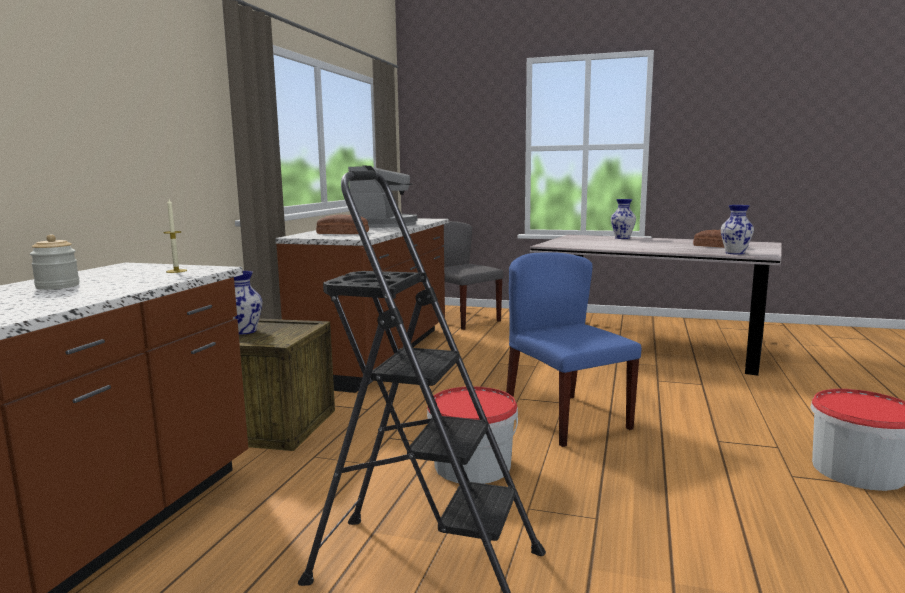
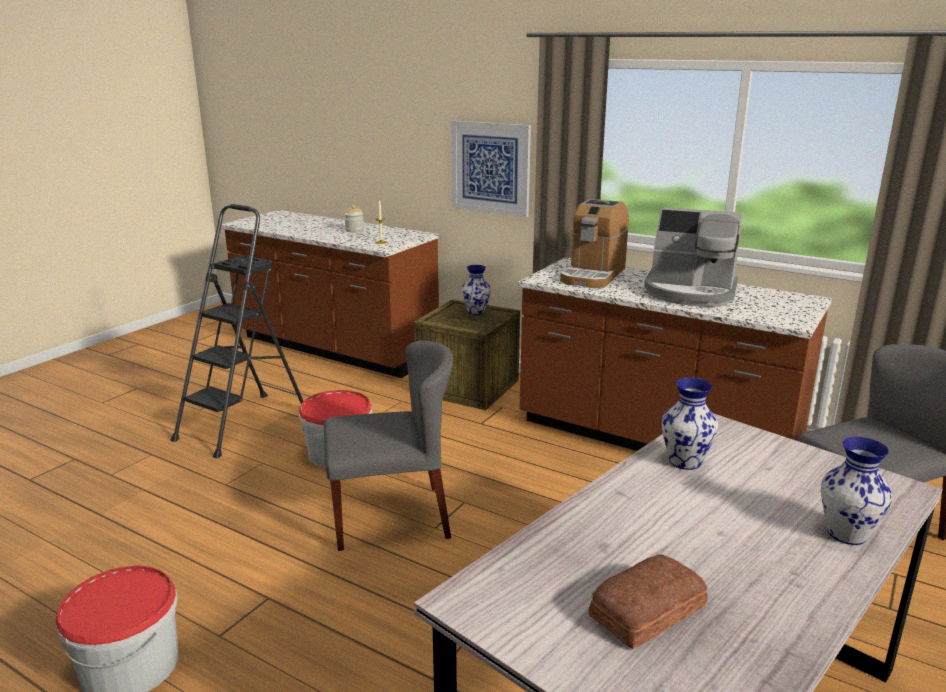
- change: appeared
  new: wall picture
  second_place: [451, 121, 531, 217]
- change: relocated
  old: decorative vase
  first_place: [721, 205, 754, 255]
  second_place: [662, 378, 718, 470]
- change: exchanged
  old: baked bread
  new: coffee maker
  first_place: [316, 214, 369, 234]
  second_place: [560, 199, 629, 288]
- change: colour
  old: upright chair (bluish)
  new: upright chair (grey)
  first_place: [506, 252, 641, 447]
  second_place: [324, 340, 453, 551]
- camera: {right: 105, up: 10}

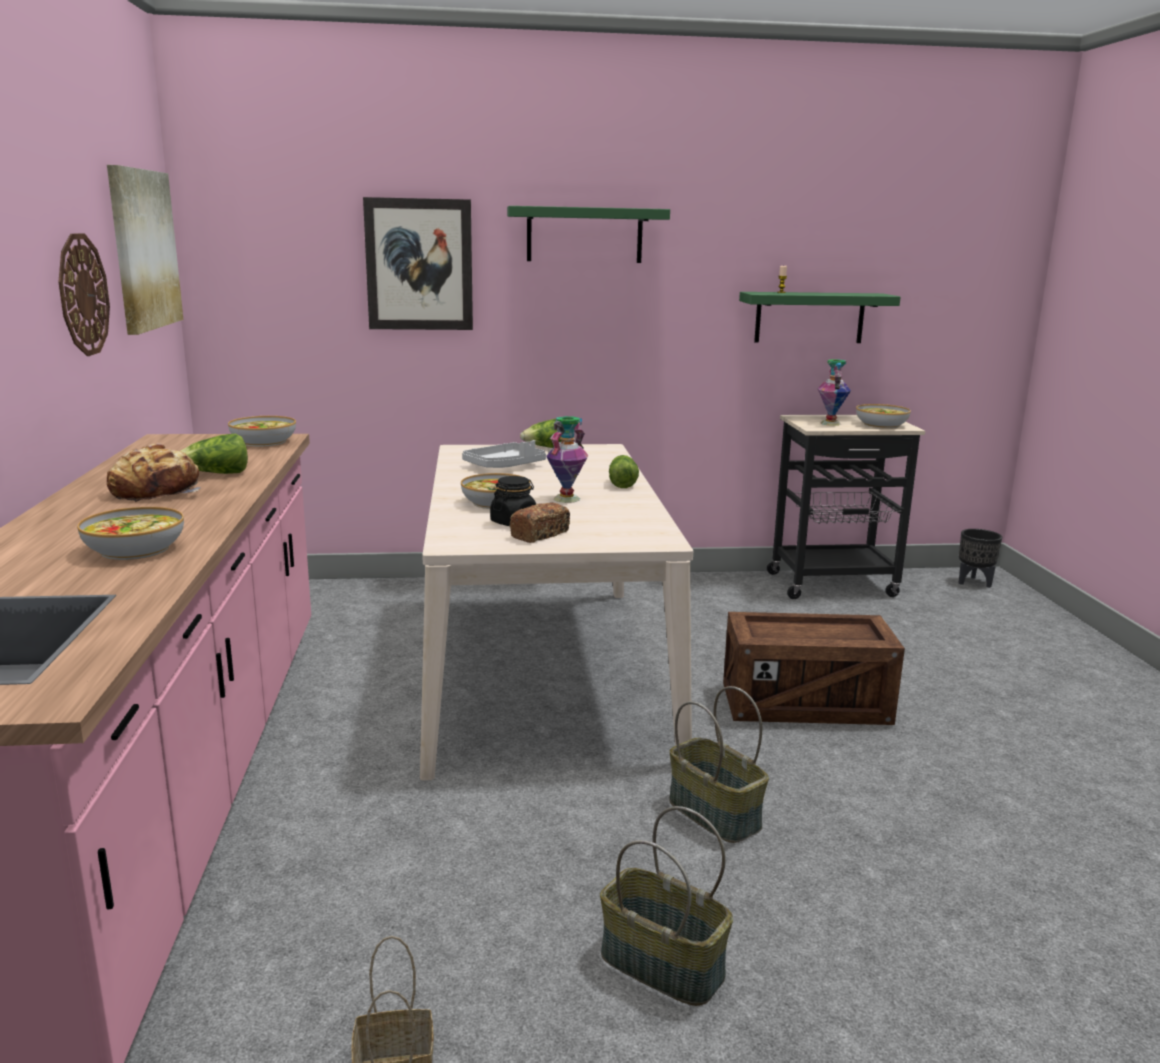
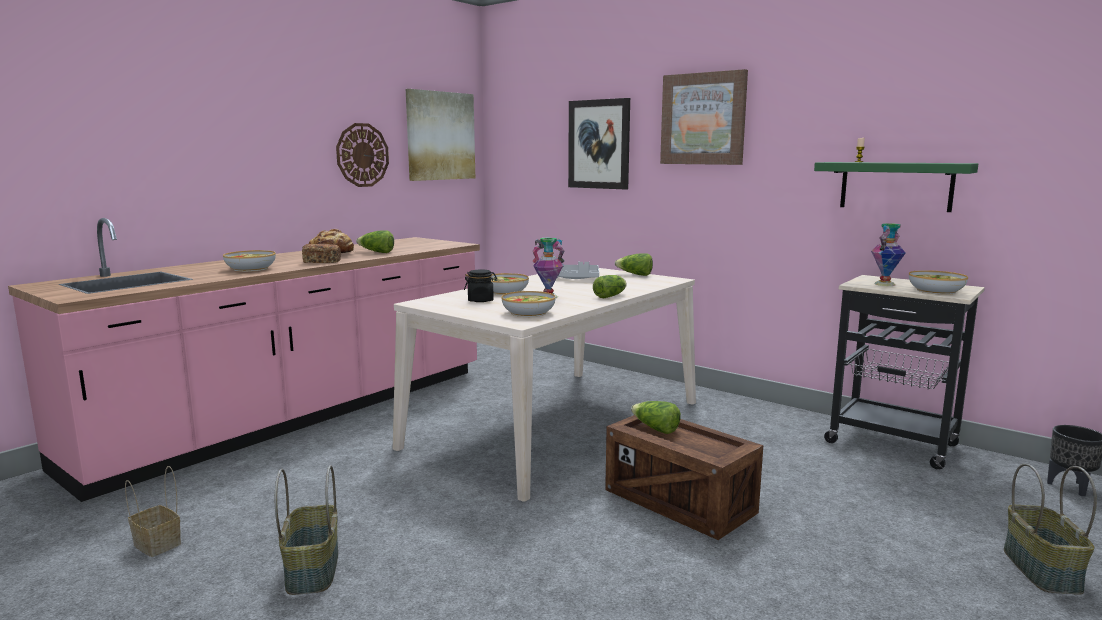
- change: appeared
  new: lettuce
  second_place: [631, 401, 681, 434]
- change: relocated
  old: bowl
  first_place: [228, 416, 296, 447]
  second_place: [501, 291, 556, 317]
- change: relocated
  old: baked bread
  first_place: [510, 502, 570, 543]
  second_place: [302, 244, 341, 263]
- change: relocated
  old: household basket
  first_place: [669, 686, 769, 843]
  second_place: [1004, 464, 1097, 595]
- change: exchanged
  old: shelf (green)
  new: wall picture
  first_place: [507, 206, 670, 263]
  second_place: [660, 69, 748, 165]
- camera: {right: 45, up: -5}

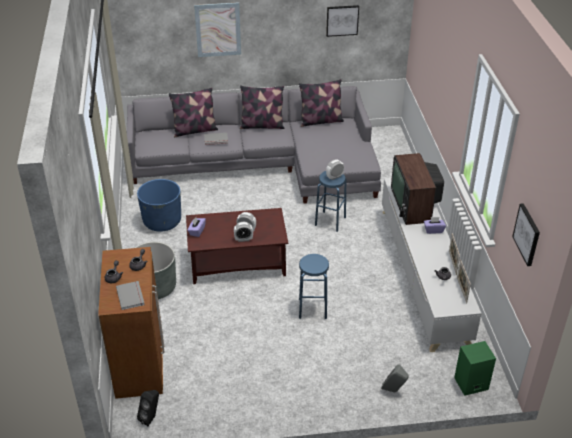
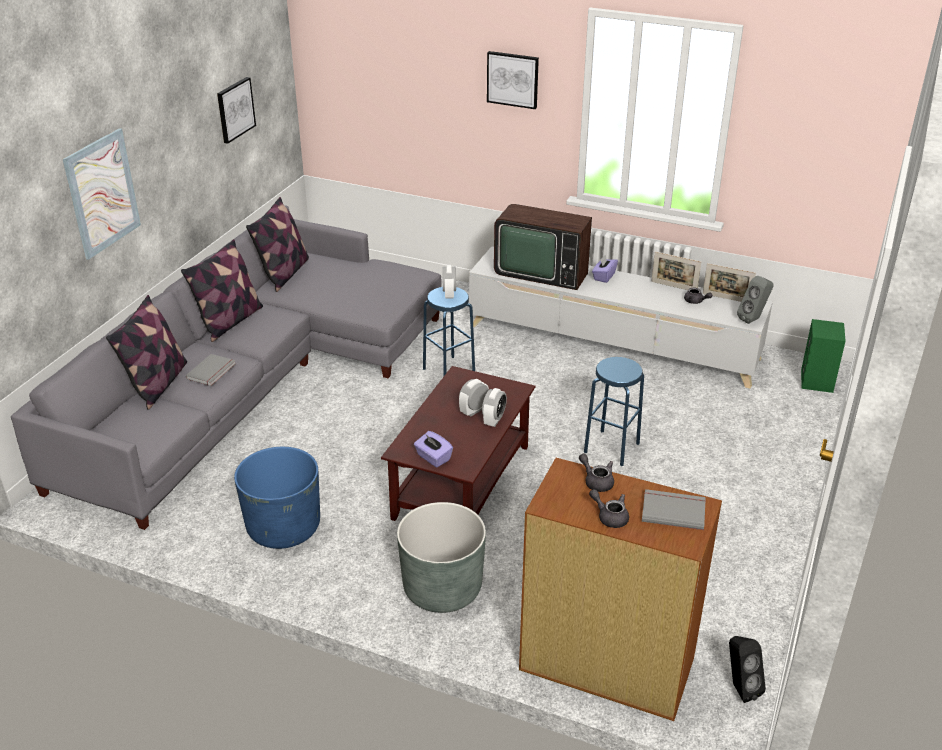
- change: relocated
  old: loudspeaker (grey)
  first_place: [381, 365, 409, 393]
  second_place: [737, 276, 774, 324]
- change: relocated
  old: wall picture
  first_place: [512, 203, 540, 266]
  second_place: [487, 51, 539, 109]
- camera: {right: -60, up: -5}

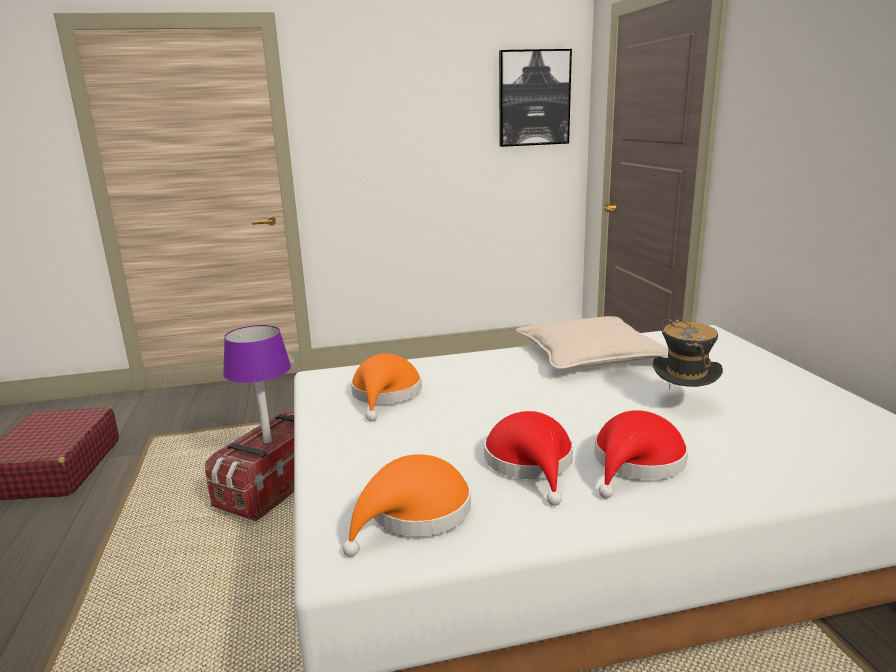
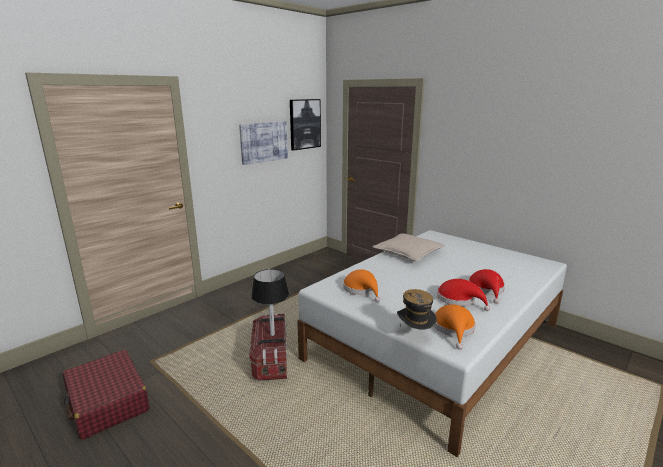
- change: appeared
  new: wall picture
  second_place: [239, 121, 288, 165]
- change: relocated
  old: hat
  first_place: [653, 319, 723, 390]
  second_place: [397, 289, 437, 330]
- change: colour
  old: lamp for a table (purplish)
  new: lamp for a table (black-coloured)
  first_place: [223, 325, 291, 443]
  second_place: [251, 269, 289, 336]
- camera: {right: -35, up: 0}

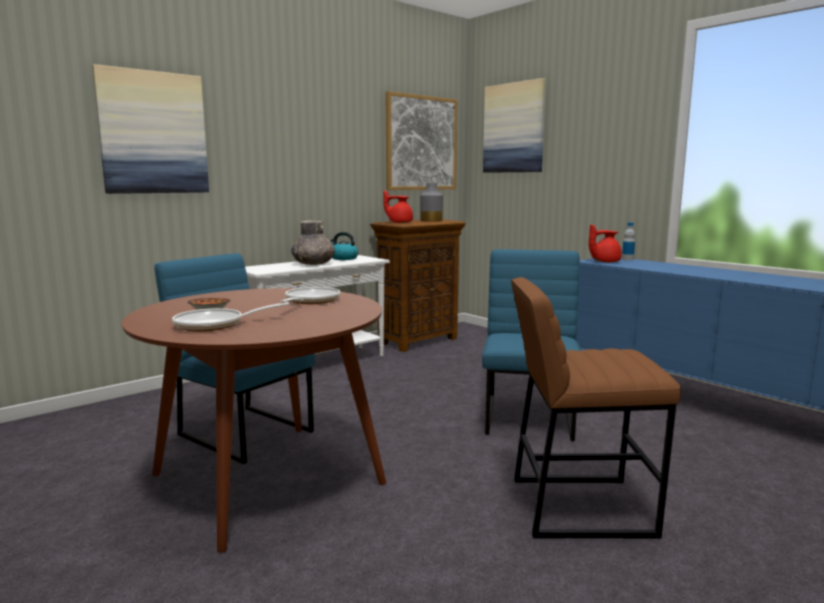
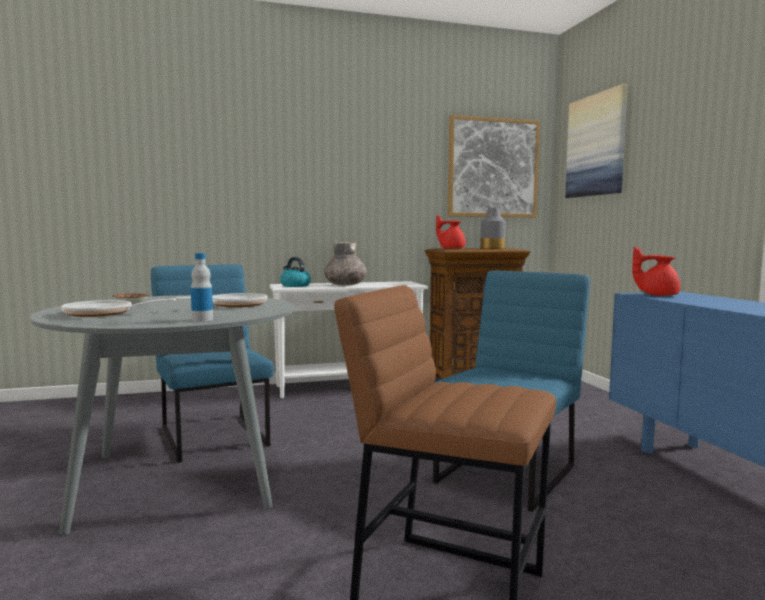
- change: missing
  old: wall picture
  first_place: [92, 64, 209, 194]
- change: relocated
  old: kettle
  first_place: [330, 232, 358, 260]
  second_place: [280, 257, 311, 287]
- change: relocated
  old: drink bottle
  first_place: [622, 222, 635, 260]
  second_place: [191, 253, 213, 322]
- change: colour
  old: kitchen table (brown-coloured)
  new: kitchen table (grey)
  first_place: [122, 288, 386, 552]
  second_place: [30, 295, 294, 535]
- camera: {right: 25, up: -5}

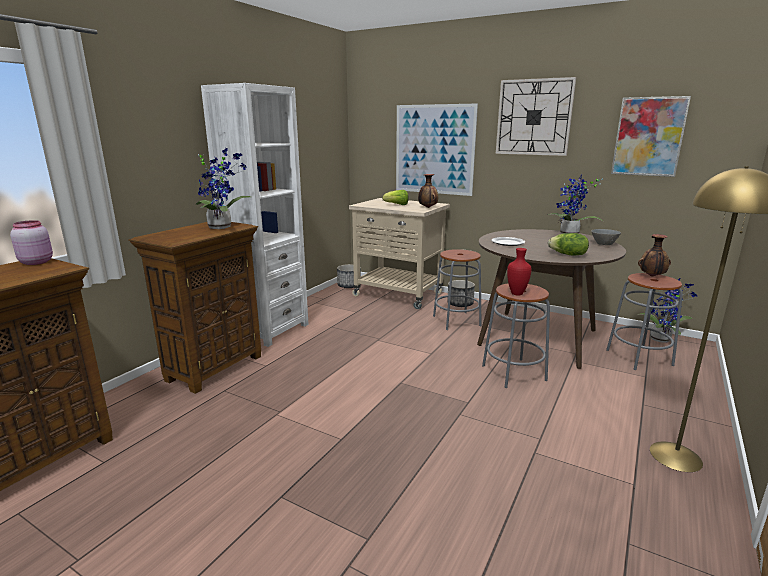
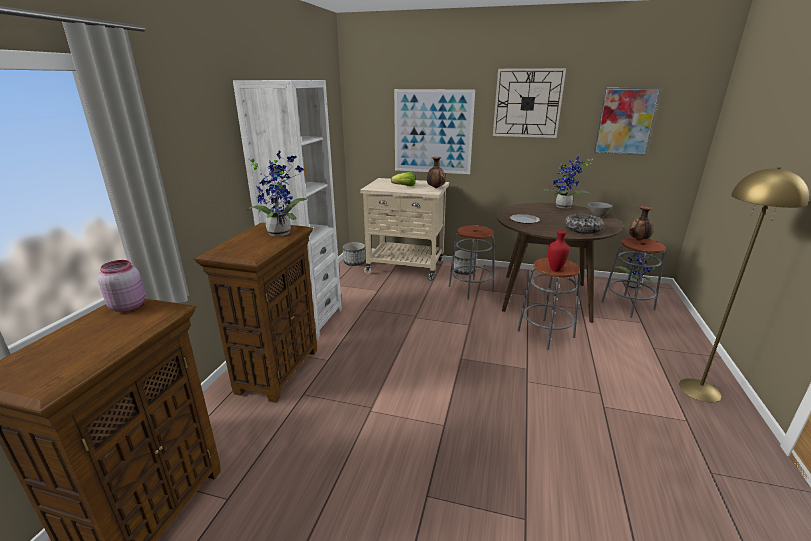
- change: exchanged
  old: lettuce
  new: bowl
  first_place: [548, 233, 589, 256]
  second_place: [564, 214, 604, 234]
- camera: {right: -15, up: 5}

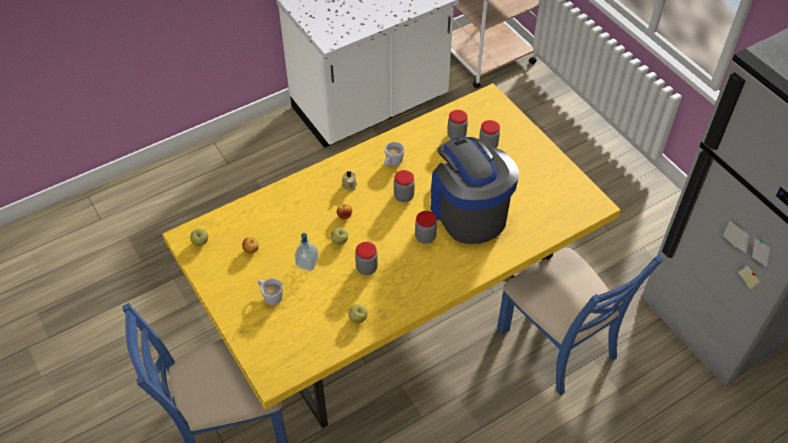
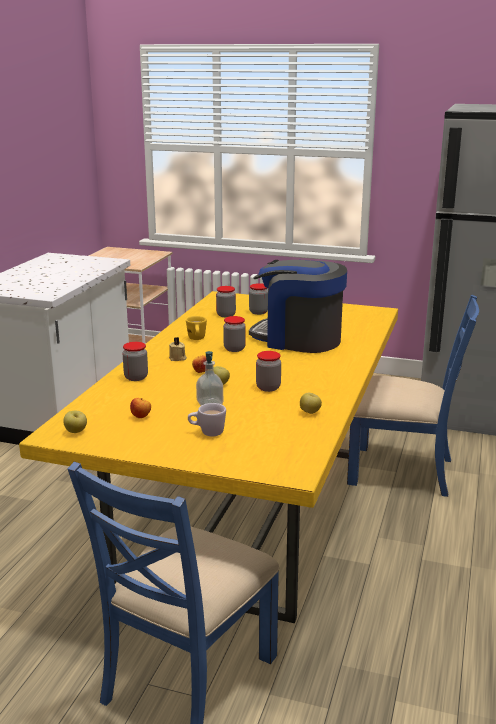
- change: relocated
  old: preserve jar
  first_place: [415, 211, 437, 244]
  second_place: [122, 342, 148, 381]
- change: colour
  old: coffee mug (whitish)
  new: coffee mug (yellow-coloured)
  first_place: [384, 142, 404, 167]
  second_place: [186, 316, 207, 340]
- camera: {right: -40, up: -30}

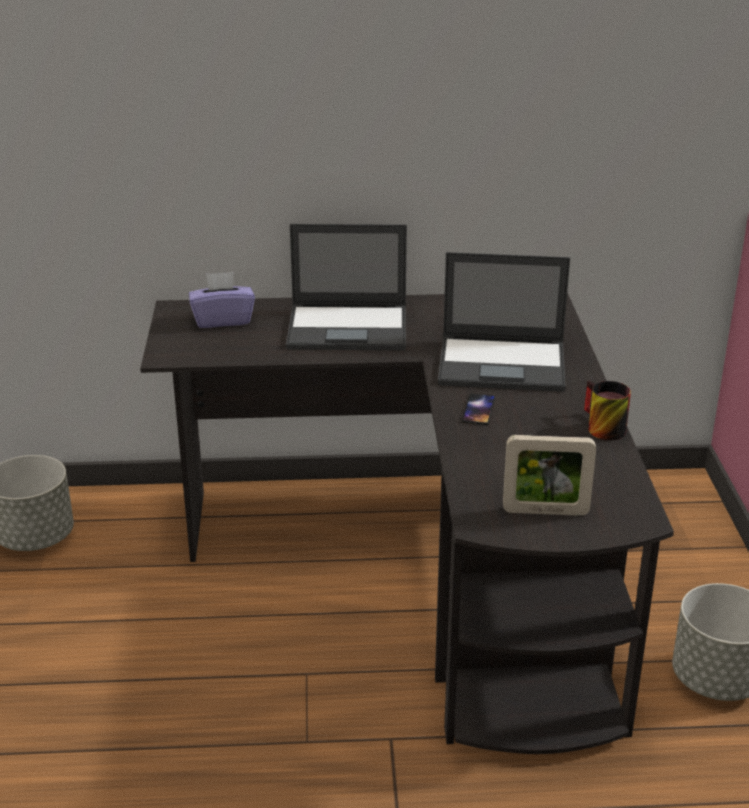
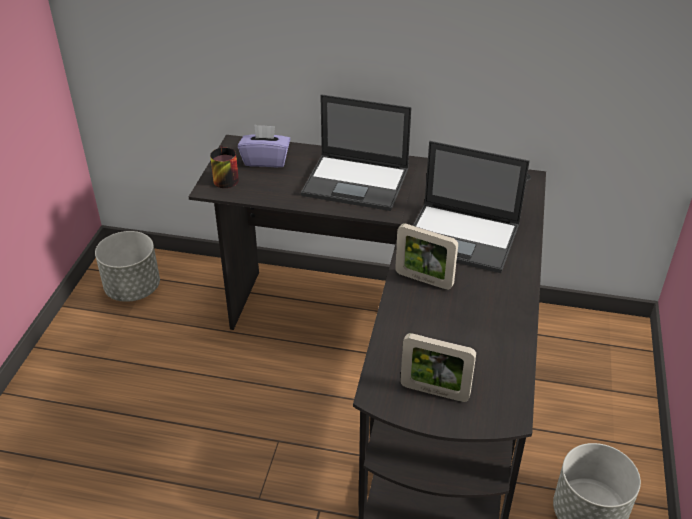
- change: relocated
  old: coffee mug
  first_place: [584, 380, 631, 440]
  second_place: [210, 145, 239, 188]
- change: exchanged
  old: handset
  new: standing frame
  first_place: [462, 394, 495, 425]
  second_place: [395, 223, 458, 290]
- camera: {right: 15, up: 10}

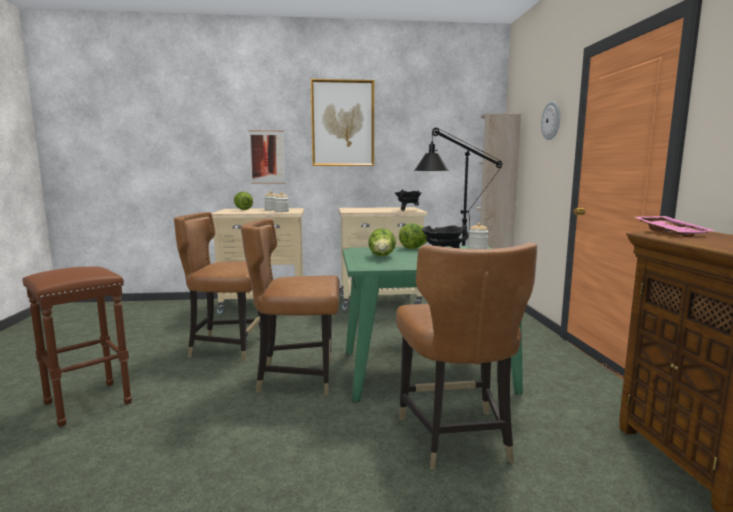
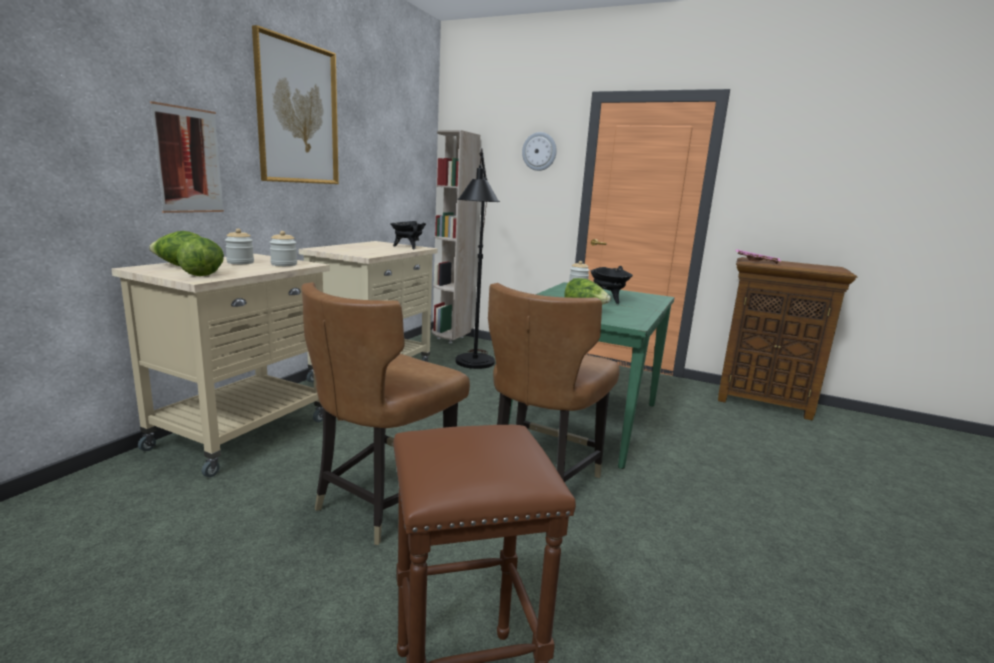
- change: missing
  old: upright chair (brown-coloured)
  first_place: [396, 242, 537, 470]
- change: relocated
  old: lettuce
  first_place: [399, 223, 427, 249]
  second_place: [177, 237, 224, 276]
- camera: {right: -60, up: 5}

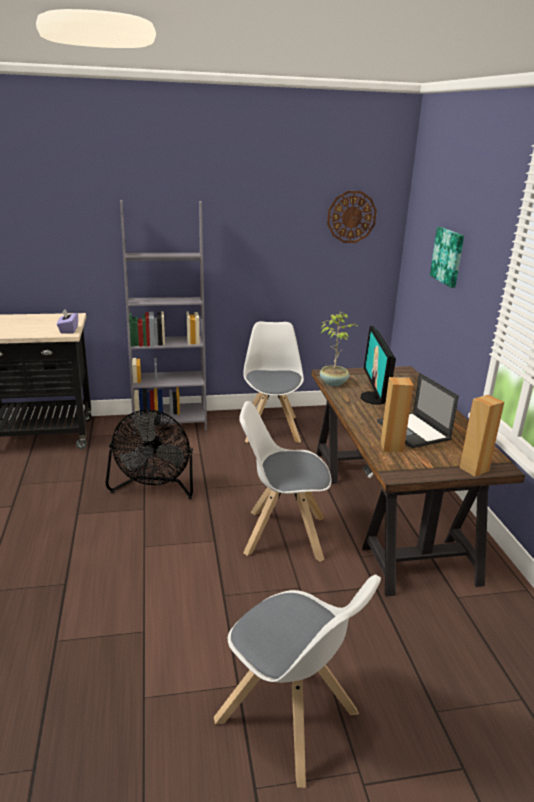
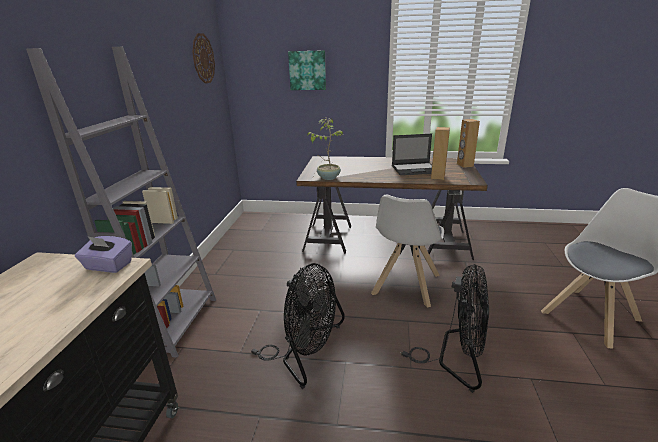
- change: missing
  old: upright chair
  first_place: [243, 321, 304, 443]
- change: missing
  old: monitor
  first_place: [360, 326, 396, 405]
- change: appeared
  new: cooling fan (black-coloured)
  second_place: [400, 264, 489, 393]
- camera: {right: -70, up: 0}

